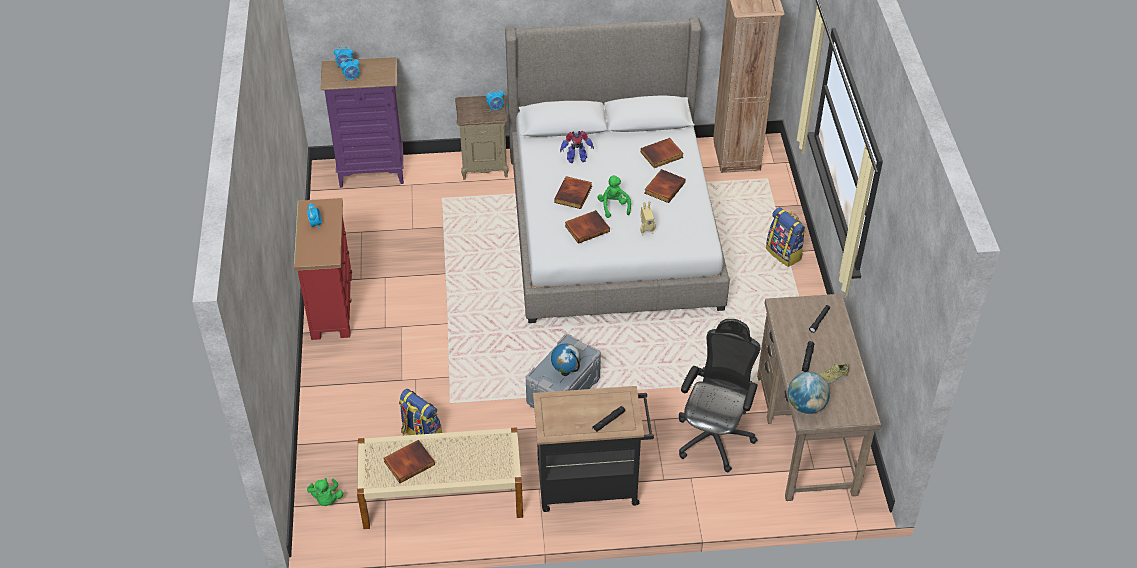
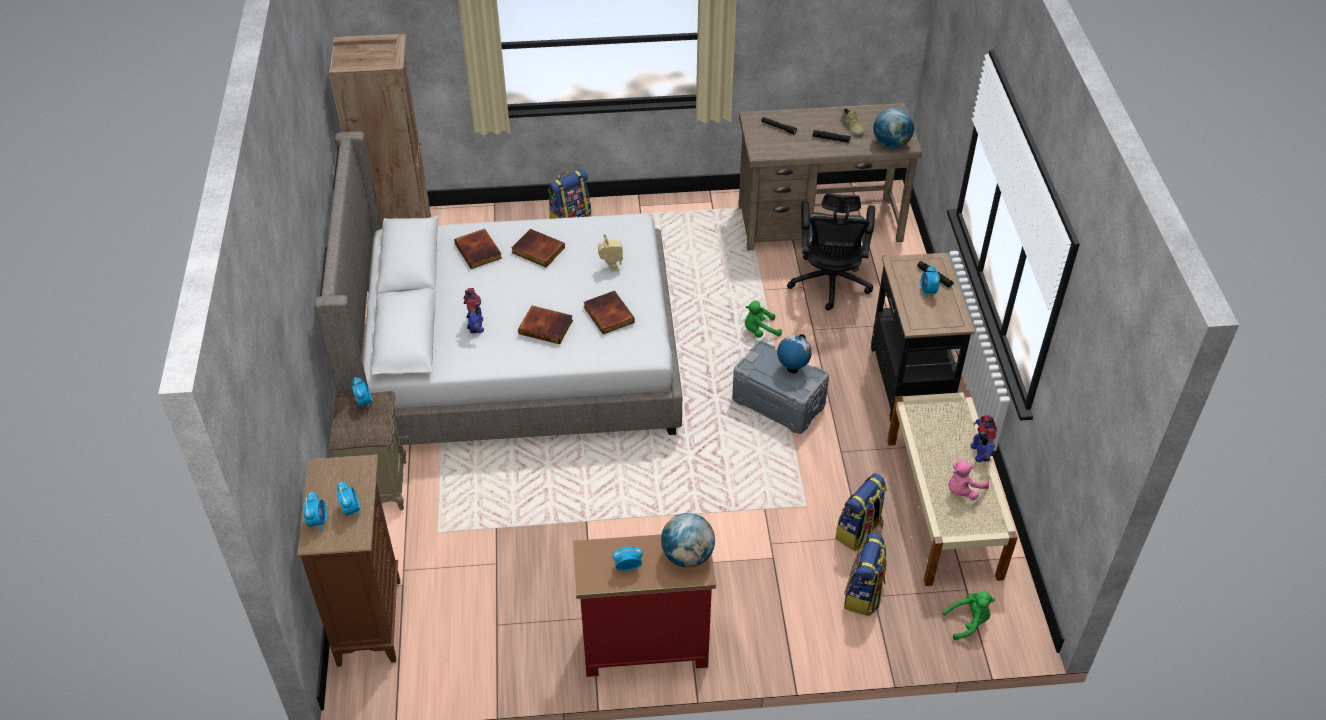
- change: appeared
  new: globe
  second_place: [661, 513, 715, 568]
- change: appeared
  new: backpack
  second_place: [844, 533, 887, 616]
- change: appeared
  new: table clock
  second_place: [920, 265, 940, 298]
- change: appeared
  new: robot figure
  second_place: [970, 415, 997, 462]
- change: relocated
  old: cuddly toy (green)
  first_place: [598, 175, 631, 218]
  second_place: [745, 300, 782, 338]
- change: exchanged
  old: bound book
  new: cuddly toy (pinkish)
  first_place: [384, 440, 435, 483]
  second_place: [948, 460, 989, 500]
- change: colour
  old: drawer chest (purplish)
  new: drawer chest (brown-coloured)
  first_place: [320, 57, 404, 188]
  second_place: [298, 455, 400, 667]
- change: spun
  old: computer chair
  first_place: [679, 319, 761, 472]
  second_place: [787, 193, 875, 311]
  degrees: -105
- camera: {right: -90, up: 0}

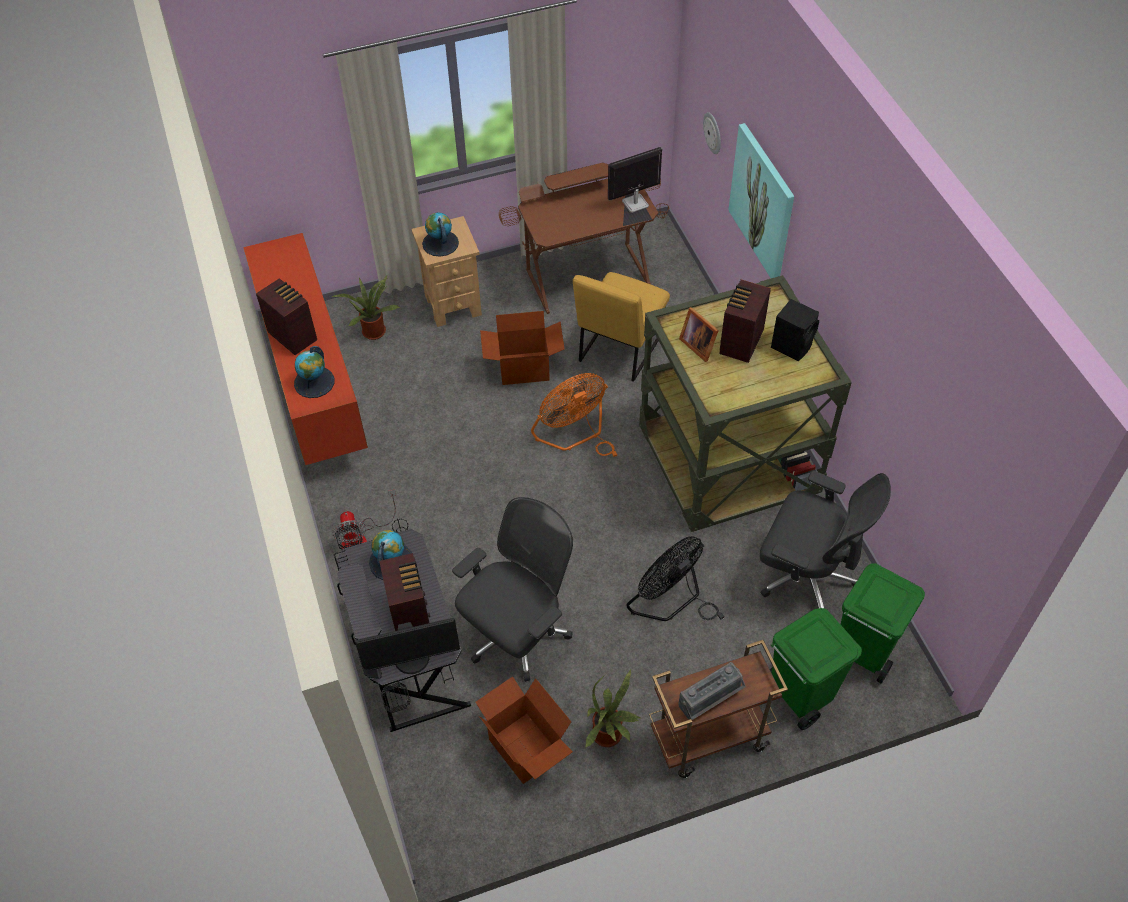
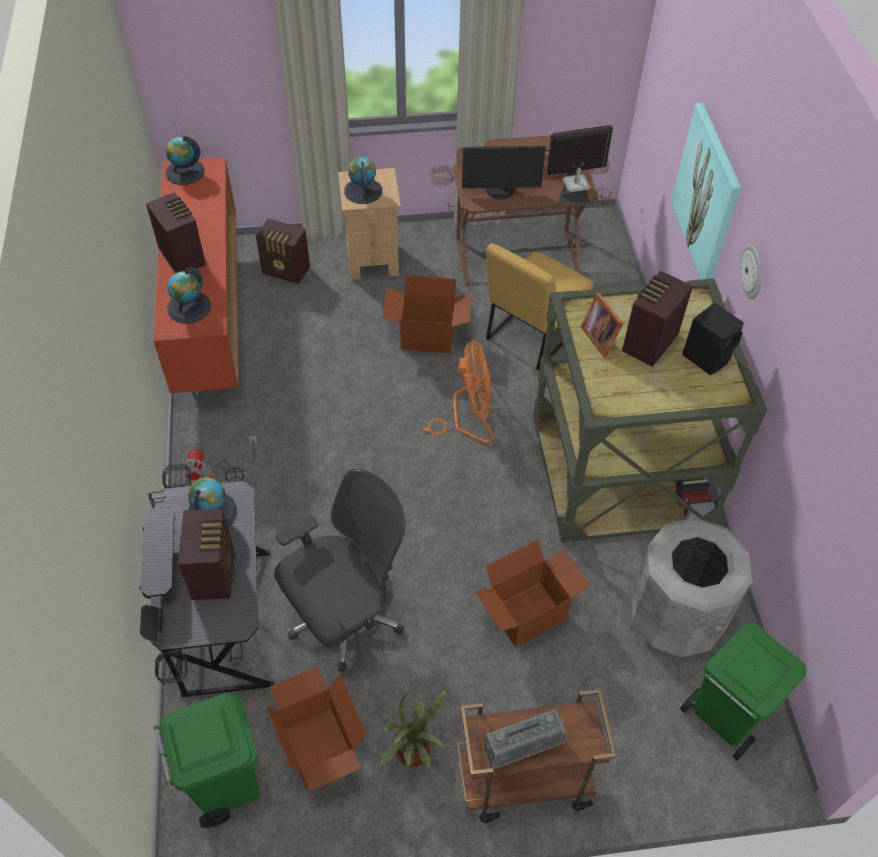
- change: appeared
  new: globe
  second_place: [165, 136, 205, 185]
- change: relocated
  old: monitor
  first_place: [355, 618, 460, 674]
  second_place: [462, 146, 546, 200]
- change: relocated
  old: hanging clock
  first_place: [703, 112, 721, 154]
  second_place: [740, 244, 762, 299]
- change: relocated
  old: rubbish bin (green)
  first_place: [770, 608, 862, 730]
  second_place: [154, 693, 260, 828]
- change: exchanged
  old: plant in a pot
  new: radio
  first_place: [332, 274, 400, 340]
  second_place: [256, 219, 310, 284]
- change: exchanged
  old: cooling fan (black-coloured)
  new: cardboard box
  first_place: [626, 536, 724, 621]
  second_place: [475, 539, 590, 647]
- change: exchanged
  old: computer chair
  new: rubbish bin (grey)
  first_place: [760, 471, 891, 608]
  second_place: [631, 518, 752, 657]
- change: spun
  old: cooling fan (orange)
  first_place: [531, 373, 617, 457]
  second_place: [423, 340, 494, 445]
  degrees: 105
- camera: {right: 10, up: 0}

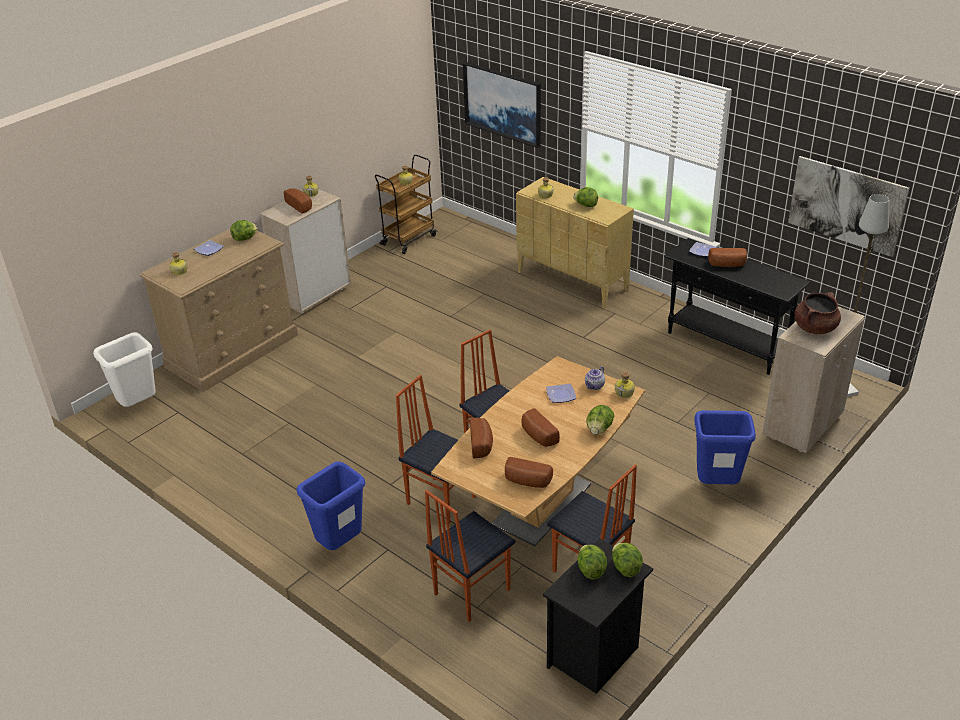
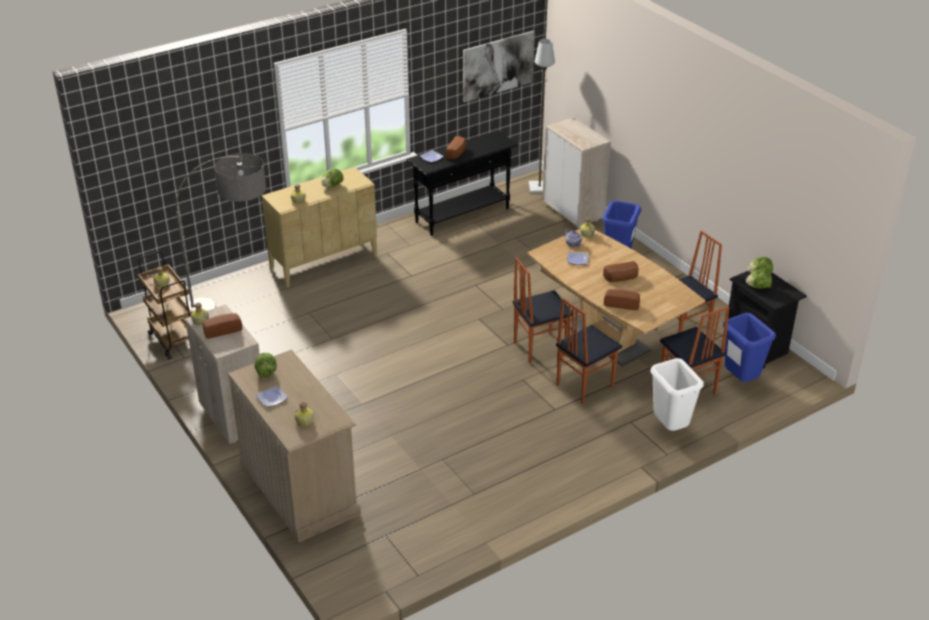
- change: missing
  old: wall picture
  first_place: [463, 62, 541, 148]
- change: missing
  old: baked bread
  first_place: [505, 457, 553, 488]
- change: missing
  old: lettuce
  first_place: [586, 405, 614, 435]
- change: missing
  old: saucepot (brown-coloured)
  first_place: [795, 292, 841, 334]
- change: appeared
  new: standing lamp
  second_place: [176, 153, 266, 312]
- change: relocated
  old: rubbish bin (whitish)
  first_place: [93, 332, 156, 407]
  second_place: [651, 358, 704, 431]
- change: relocated
  old: rubbish bin (bluish)
  first_place: [296, 461, 365, 550]
  second_place: [723, 313, 776, 382]
- camera: {right: -75, up: 0}

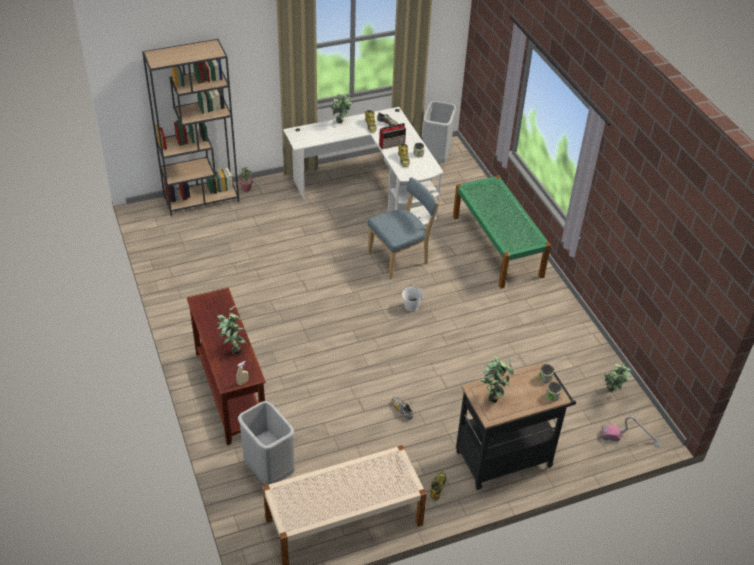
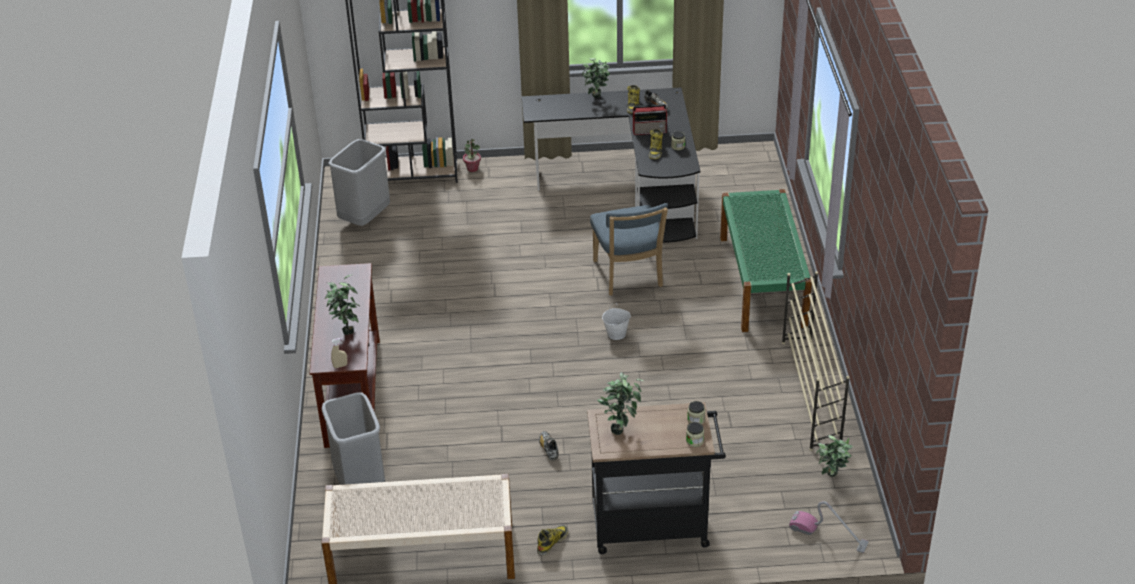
- change: appeared
  new: shoe shelf (beige-coloured)
  second_place: [782, 271, 850, 451]
- change: relocated
  old: rubbish bin (grey)
  first_place: [423, 101, 456, 163]
  second_place: [328, 139, 390, 226]
- change: colour
  old: desk (whitish)
  new: desk (black-coloured)
  first_place: [283, 107, 444, 225]
  second_place: [522, 88, 700, 243]
- change: spun
  old: upright chair (bluish)
  first_place: [367, 177, 439, 279]
  second_place: [590, 203, 668, 295]
  degrees: 90
- camera: {right: 20, up: -5}

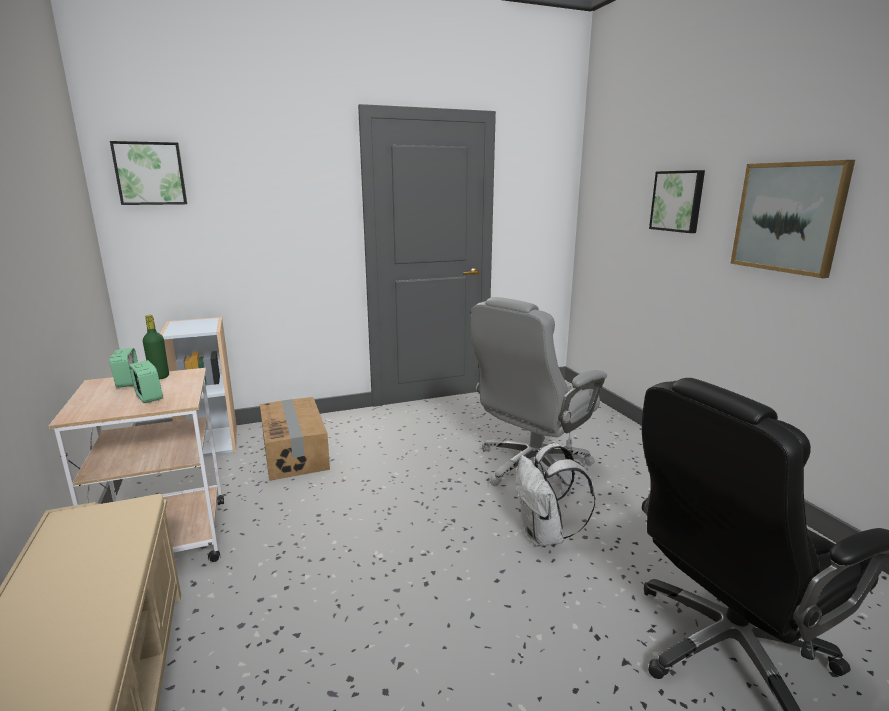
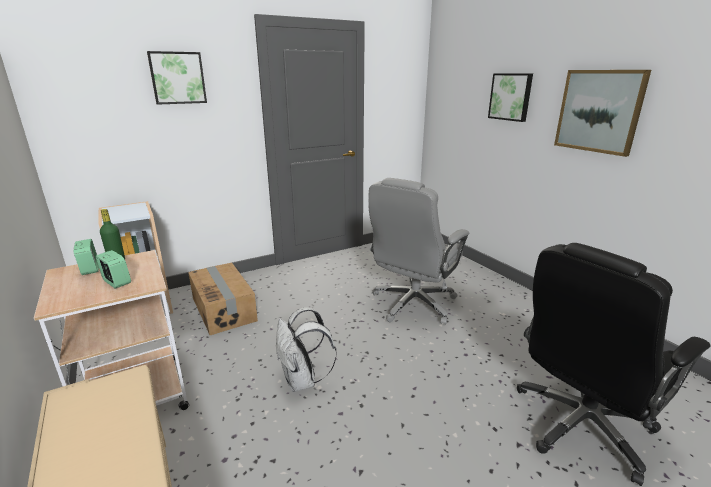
- change: relocated
  old: wall picture
  first_place: [110, 141, 187, 205]
  second_place: [147, 51, 207, 105]
- change: relocated
  old: backpack (whitish)
  first_place: [516, 443, 596, 547]
  second_place: [276, 307, 337, 392]
- camera: {right: -10, up: 5}

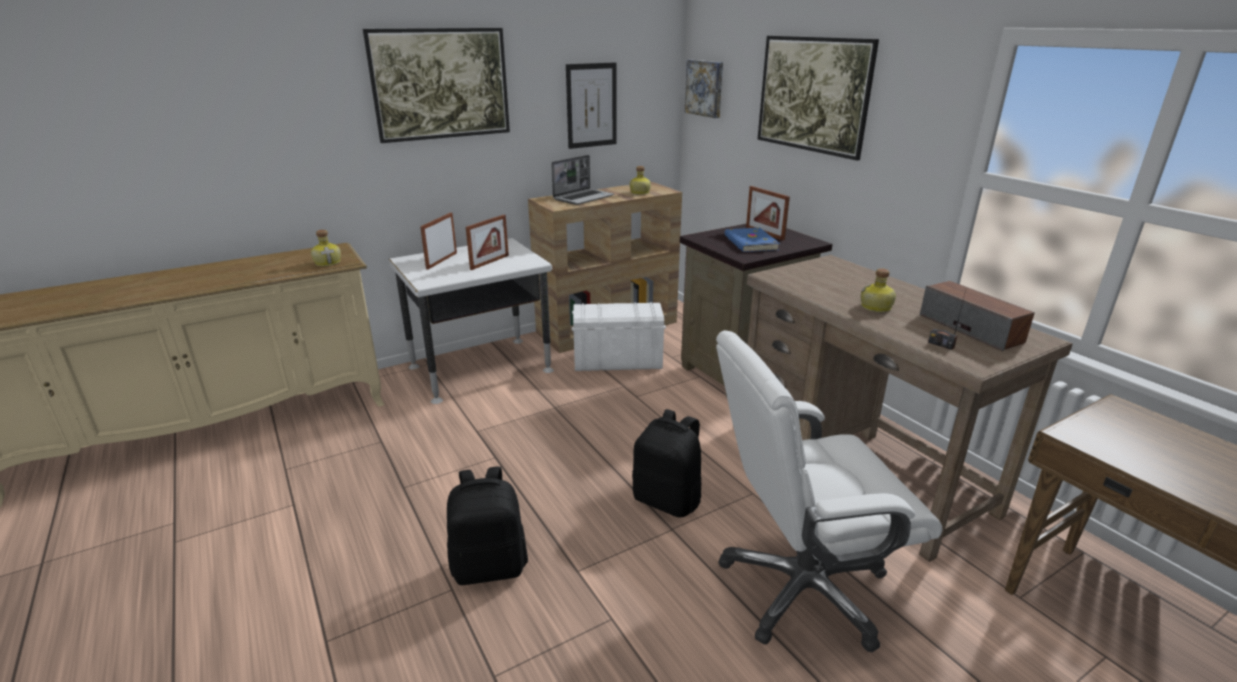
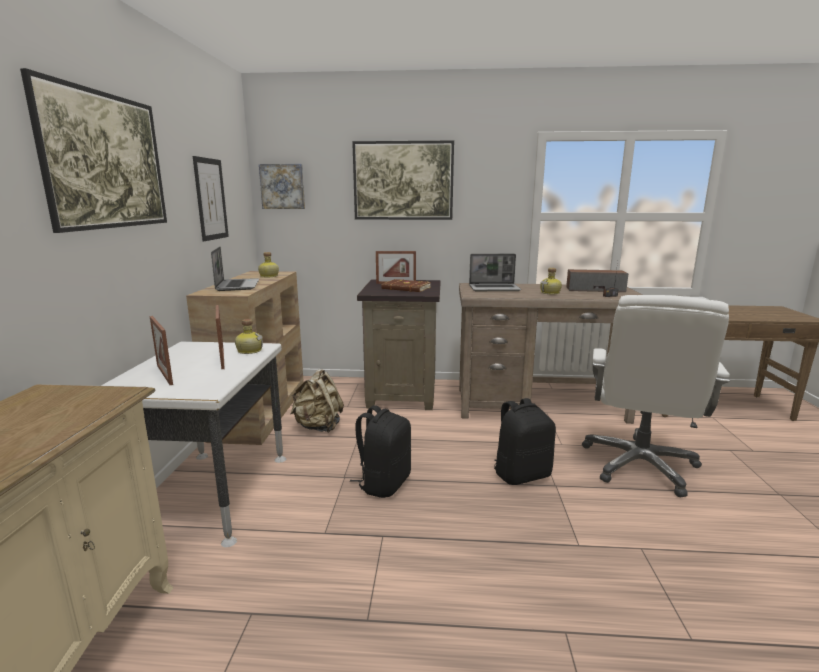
- change: appeared
  new: laptop
  second_place: [469, 254, 521, 291]
- change: relocated
  old: drink bottle
  first_place: [311, 230, 341, 266]
  second_place: [235, 319, 263, 354]
- change: relocated
  old: backpack (black-coloured)
  first_place: [447, 466, 528, 585]
  second_place: [350, 405, 411, 498]
- change: exchanged
  old: storage container (whitish)
  new: backpack (beige-coloured)
  first_place: [572, 302, 666, 371]
  second_place: [290, 369, 344, 432]
- change: colour
  old: bound book (bluish)
  new: bound book (brown-coloured)
  first_place: [725, 228, 780, 252]
  second_place: [381, 279, 431, 292]
- camera: {right: -55, up: -10}

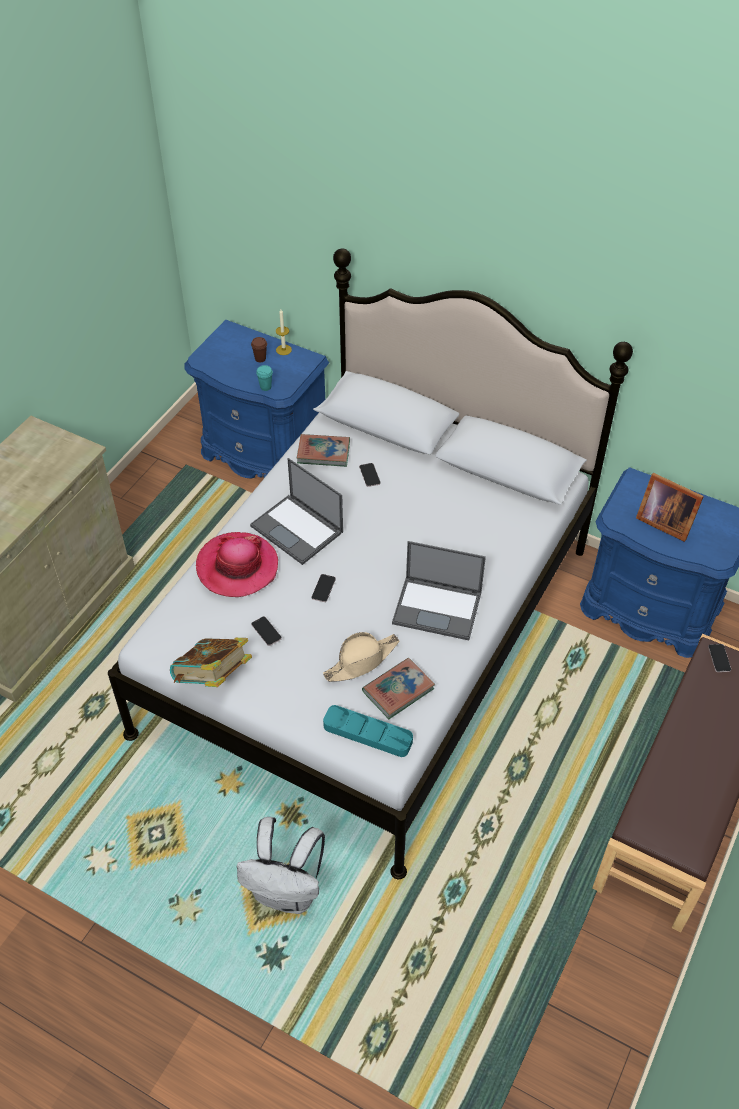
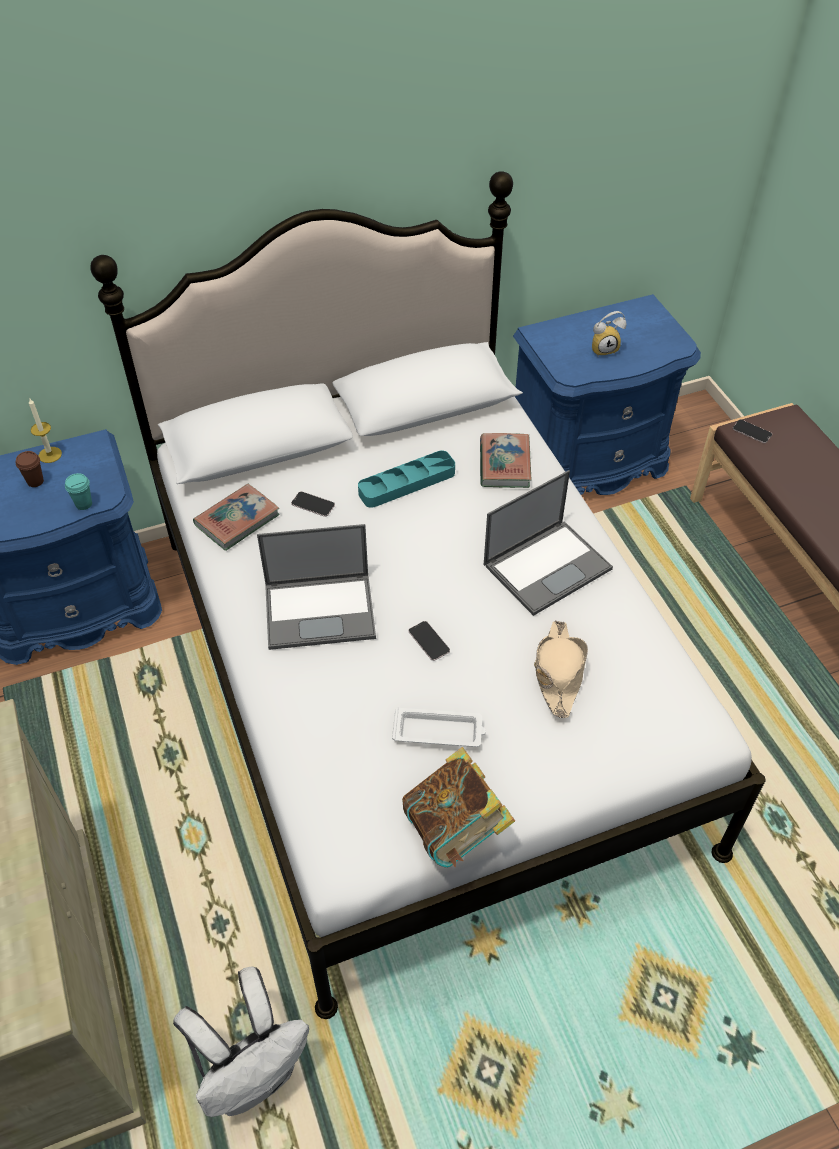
- change: missing
  old: hat
  first_place: [196, 532, 278, 597]
- change: relocated
  old: backpack (whitish)
  first_place: [237, 817, 325, 914]
  second_place: [173, 966, 309, 1117]
- change: relocated
  old: tray (turquoise)
  first_place: [323, 705, 413, 757]
  second_place: [358, 451, 455, 508]
- change: relocated
  old: bound book
  first_place: [362, 658, 435, 719]
  second_place: [480, 433, 531, 488]
- change: exchanged
  old: handset
  new: tray (whitish)
  first_place: [251, 616, 282, 646]
  second_place: [392, 707, 486, 747]
- change: exchanged
  old: standing frame
  new: table clock
  first_place: [636, 473, 704, 542]
  second_place: [592, 311, 626, 356]
- camera: {right: -50, up: 0}

